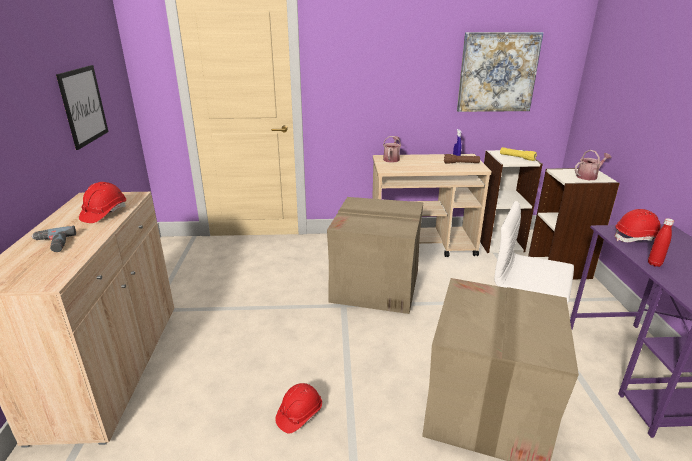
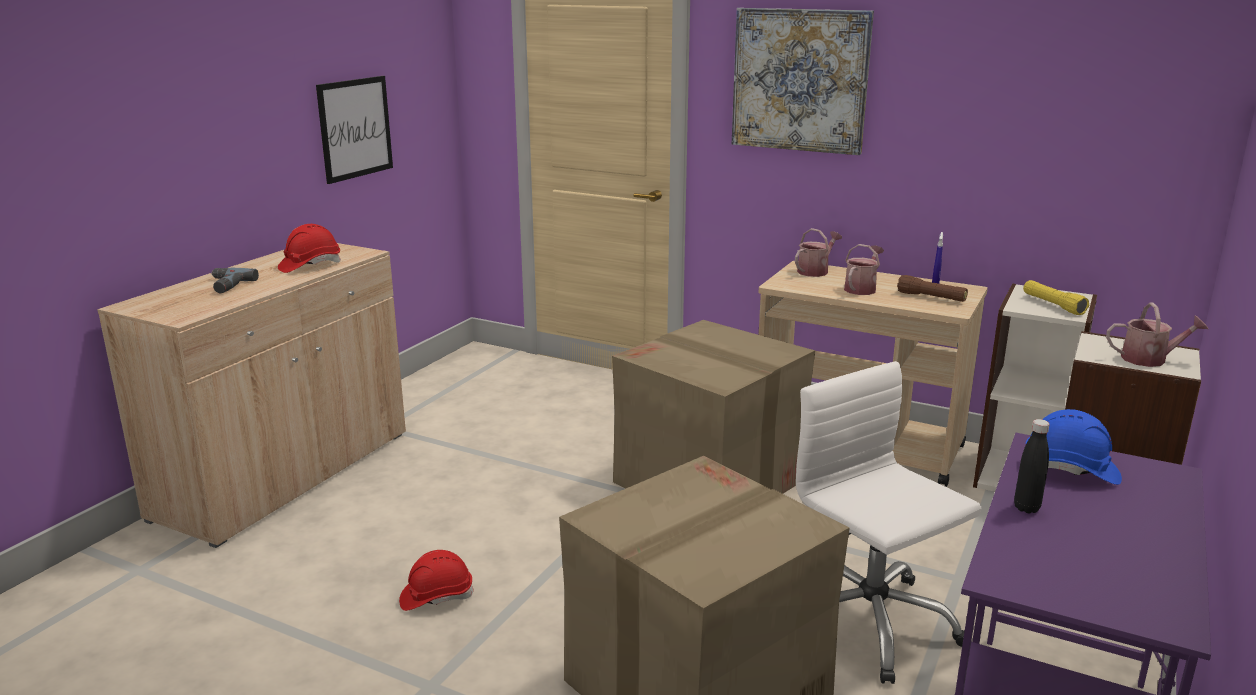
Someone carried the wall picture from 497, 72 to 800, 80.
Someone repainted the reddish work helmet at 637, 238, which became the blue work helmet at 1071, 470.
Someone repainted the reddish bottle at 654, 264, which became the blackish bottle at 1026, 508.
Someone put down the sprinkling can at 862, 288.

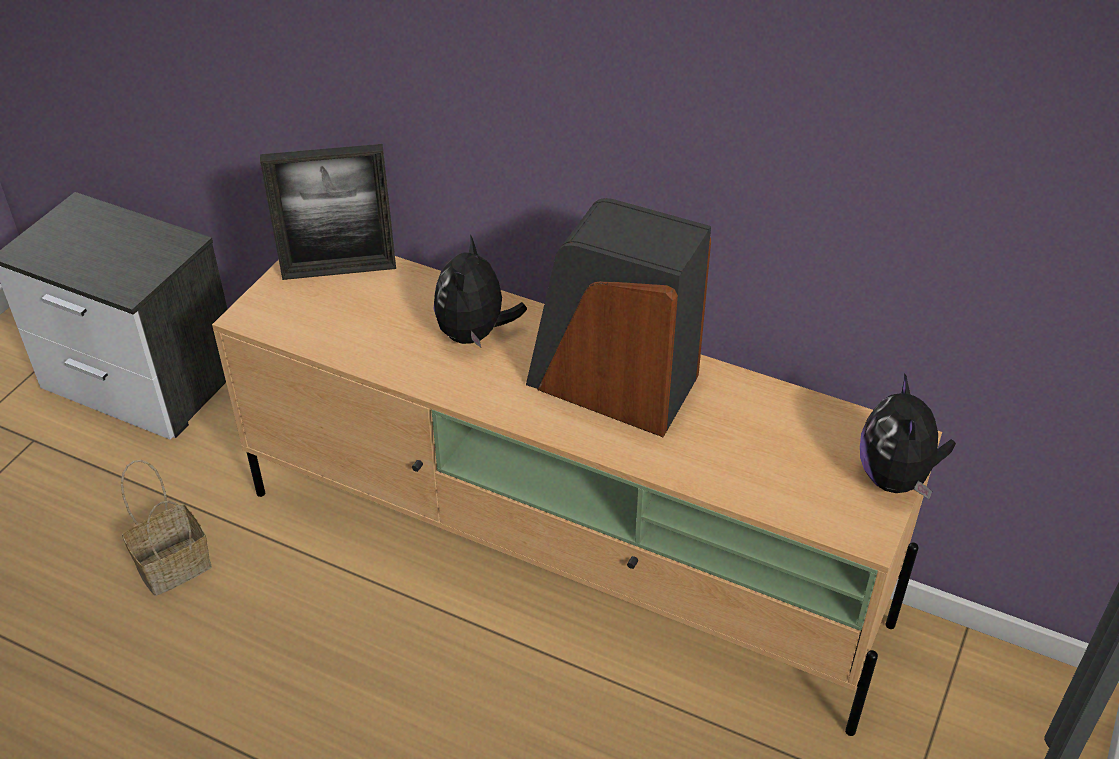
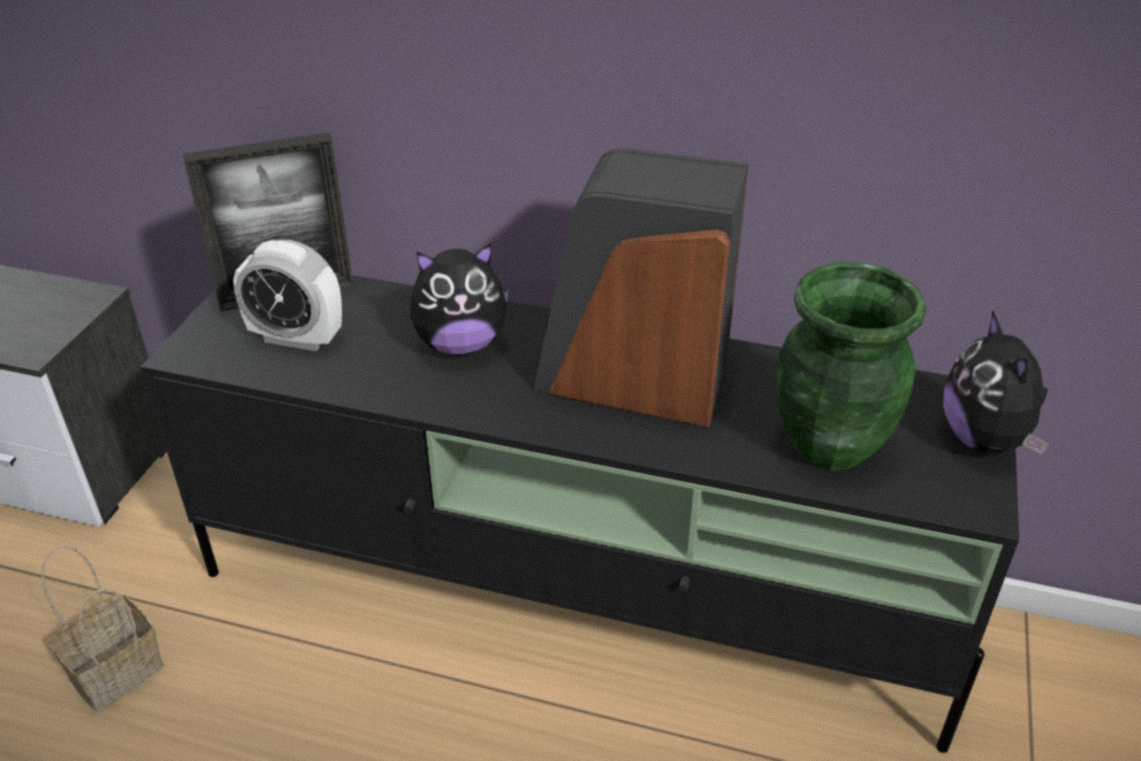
Someone rotated the soft toy at 475, 334 by 105 degrees counterclockwise.
Someone repainted the beige media console at 564, 559, which became the blackish media console at 575, 599.
Someone put down the table clock at 296, 338.
Someone put down the green decorative vase at 829, 444.

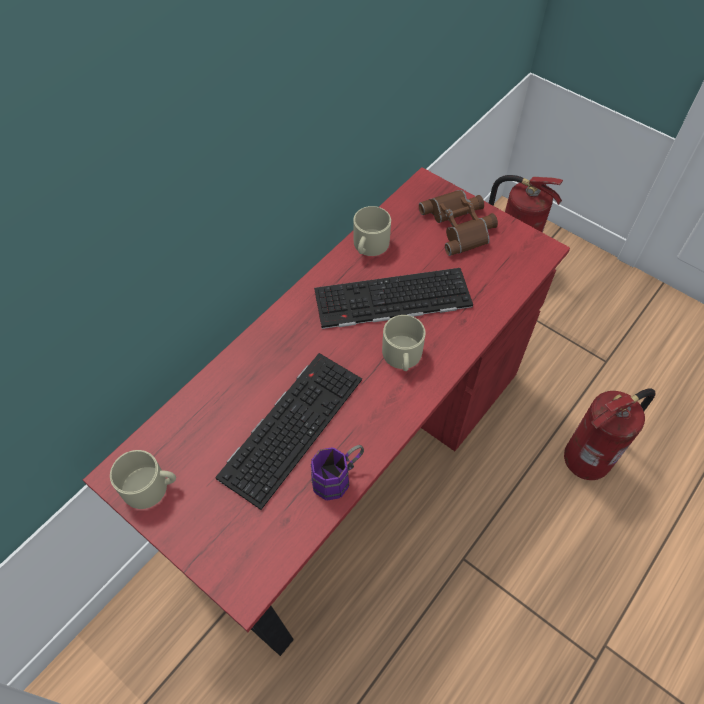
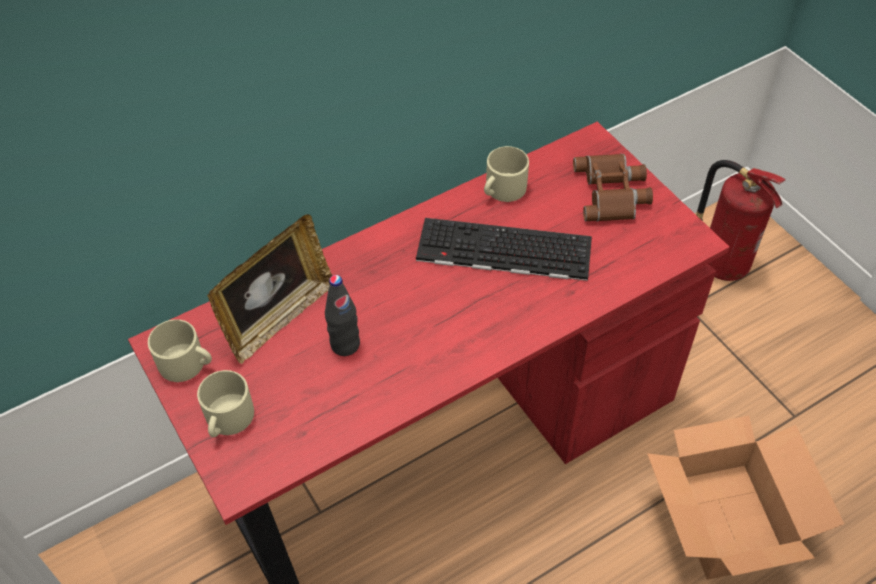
Someone carried the beige coffee mug from 402, 356 to 227, 419.
Someone swapped the PC keyboard at 291, 424 for the blackish bottle at 345, 345.
Someone swapped the extinguisher at 589, 459 for the packing box at 725, 522.
Someone took away the purple-coloured coffee mug at 338, 477.
Someone put down the standing frame at 279, 318.

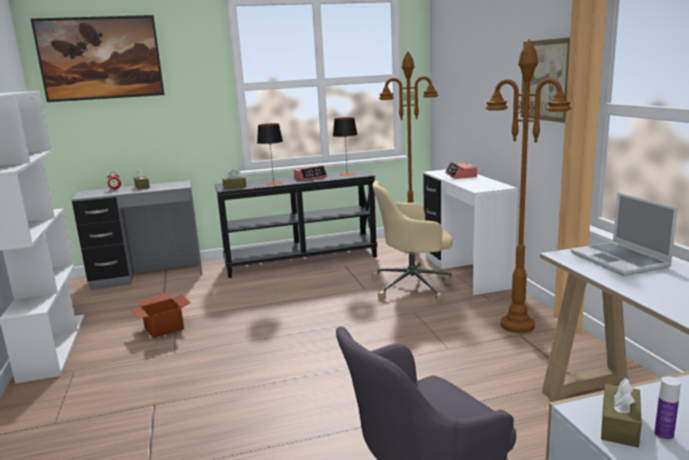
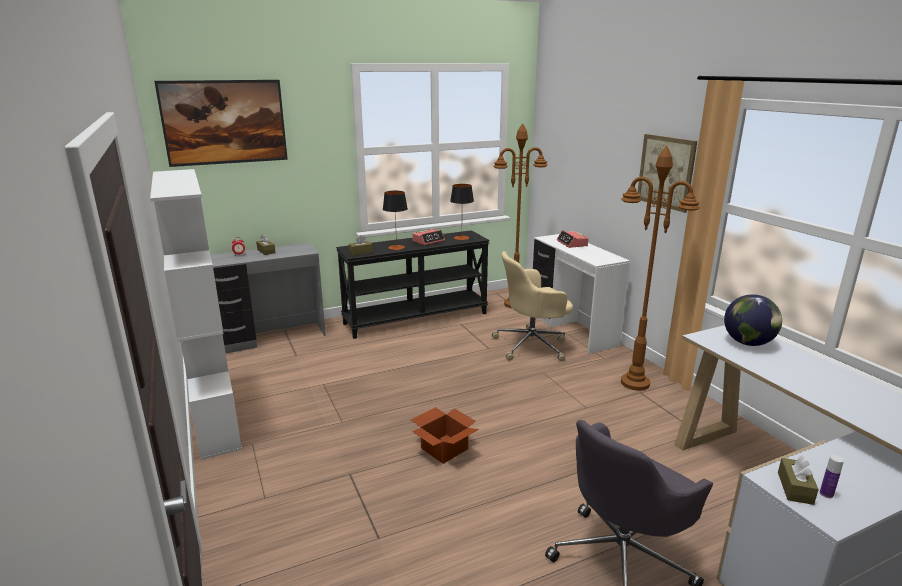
Someone swapped the notebook computer at 620, 260 for the globe at 748, 343.
Someone carried the packing box from 164, 327 to 444, 448.

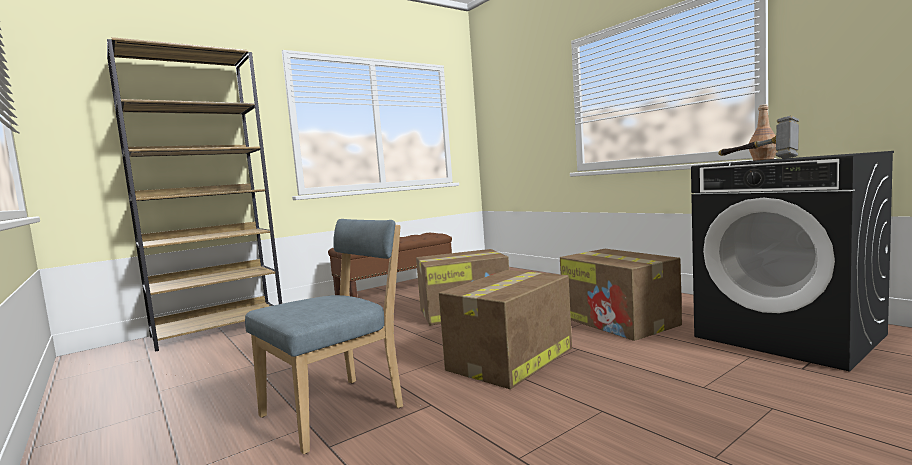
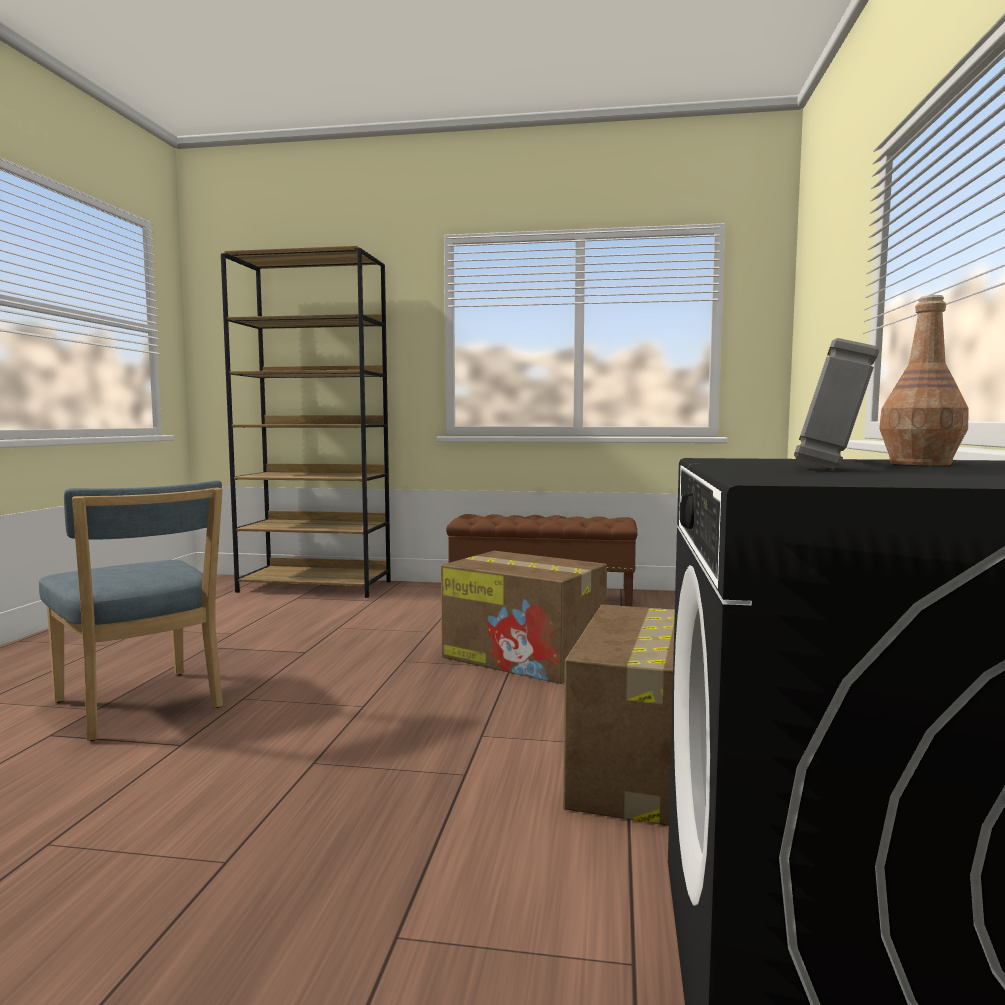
Someone rotated the blue chair at 339, 410 by 45 degrees clockwise.
Someone took away the packing box at 509, 360.

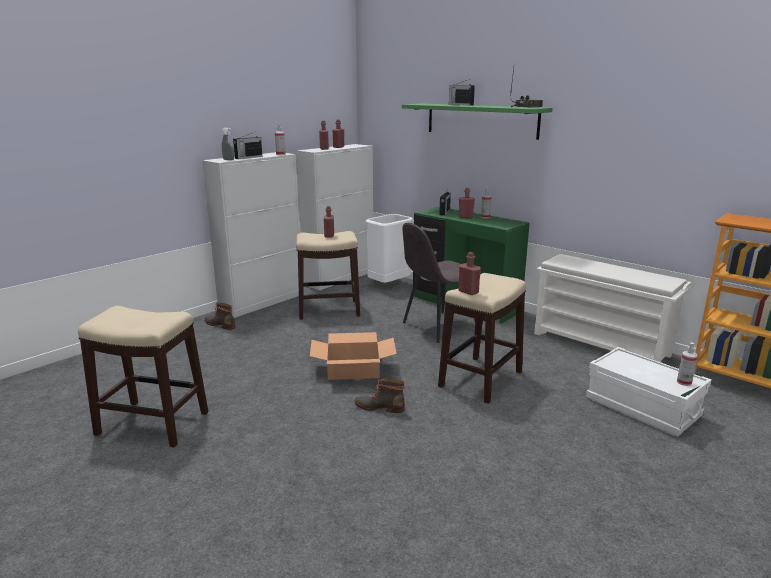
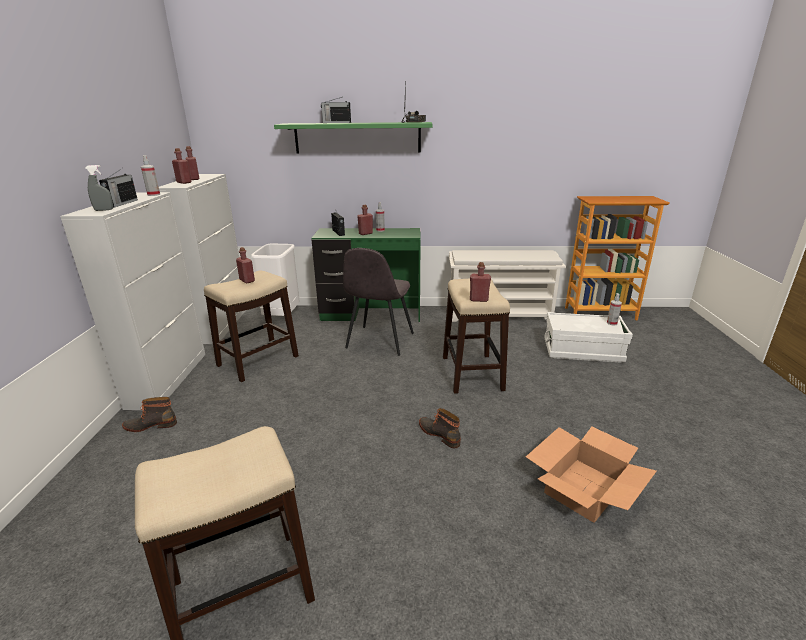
Someone carried the packing box from 353, 369 to 584, 489.
Someone rotated the boot at 379, 407 by 75 degrees clockwise.

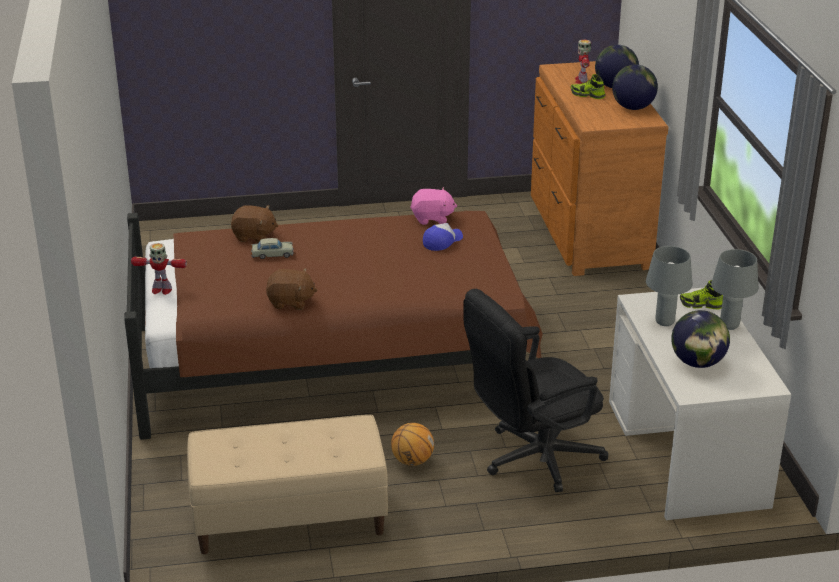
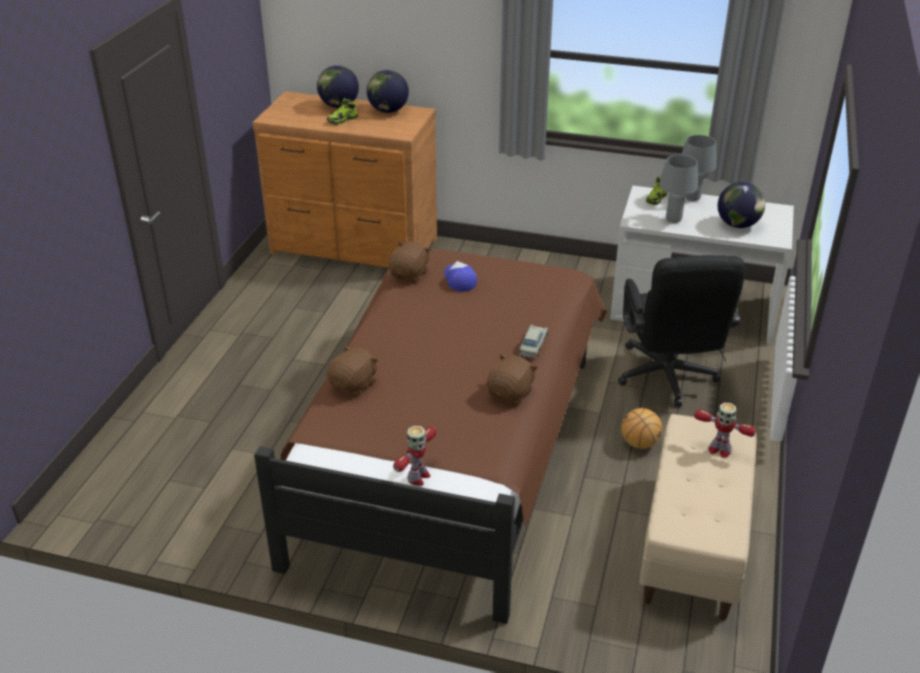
Someone carried the robot figure from 581, 80 to 719, 450.
Someone repainted the pink-coloured soft toy at 432, 218, which became the brownish soft toy at 410, 274.
Someone carried the beige toy car from 272, 254 to 532, 346.

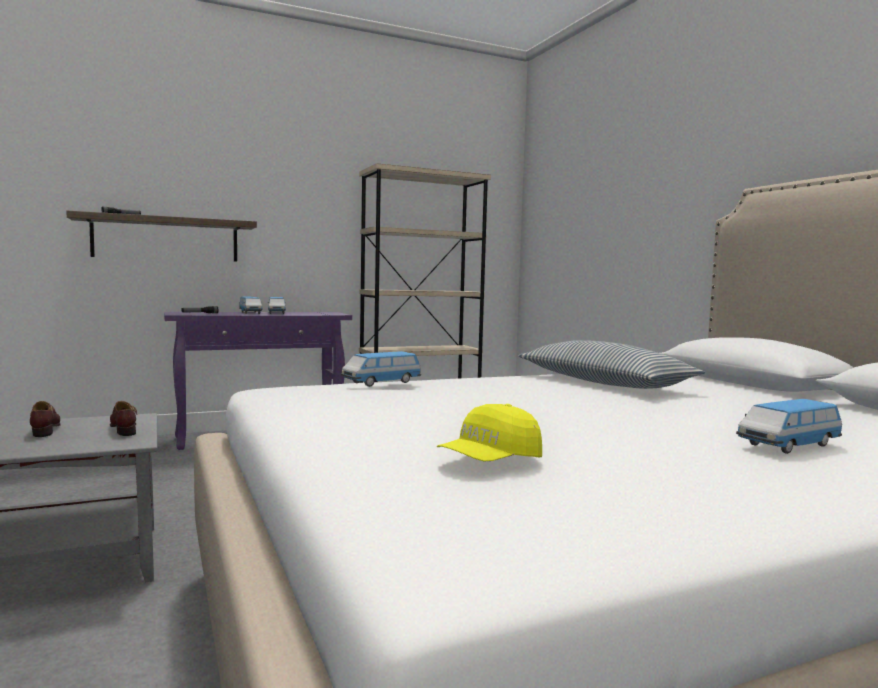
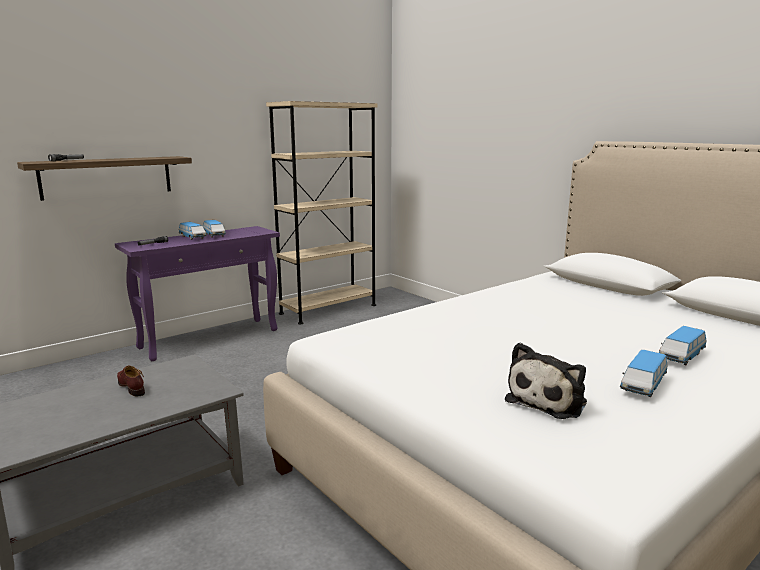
Someone took away the pillow at 604, 383.
Someone carried the toy car from 381, 383 to 643, 386.
Someone took away the brownish low shoe at 124, 428.
Someone swapped the yellow baseball cap at 490, 462 for the soft toy at 549, 400.

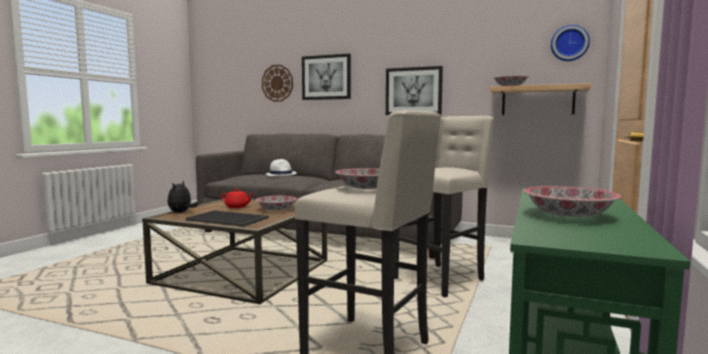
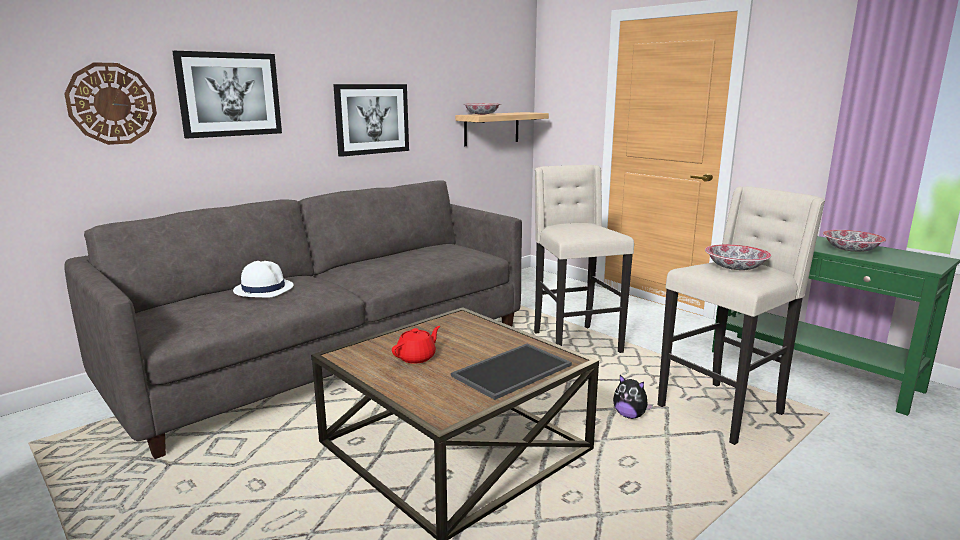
Someone took away the hanging clock at 569, 43.
Someone carried the soft toy from 181, 212 to 630, 415.
Someone took away the serving bowl at 276, 209.

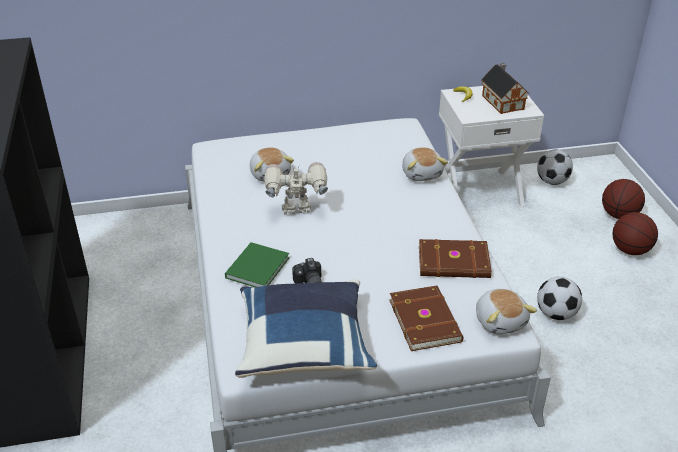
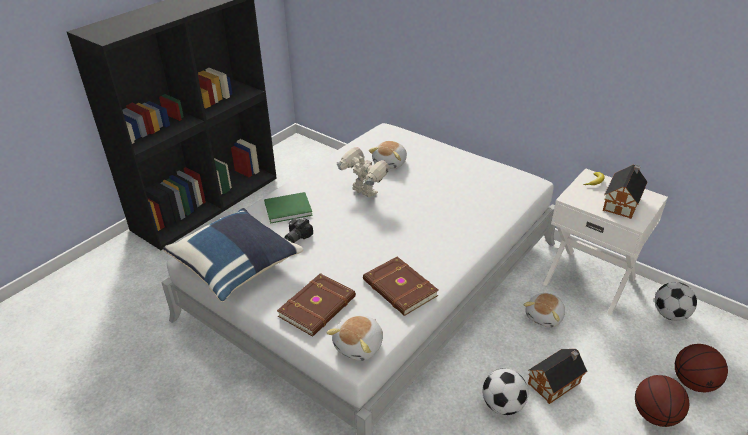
Someone carried the soft toy from 422, 173 to 545, 317.
Someone put down the miniature house at 556, 382.

